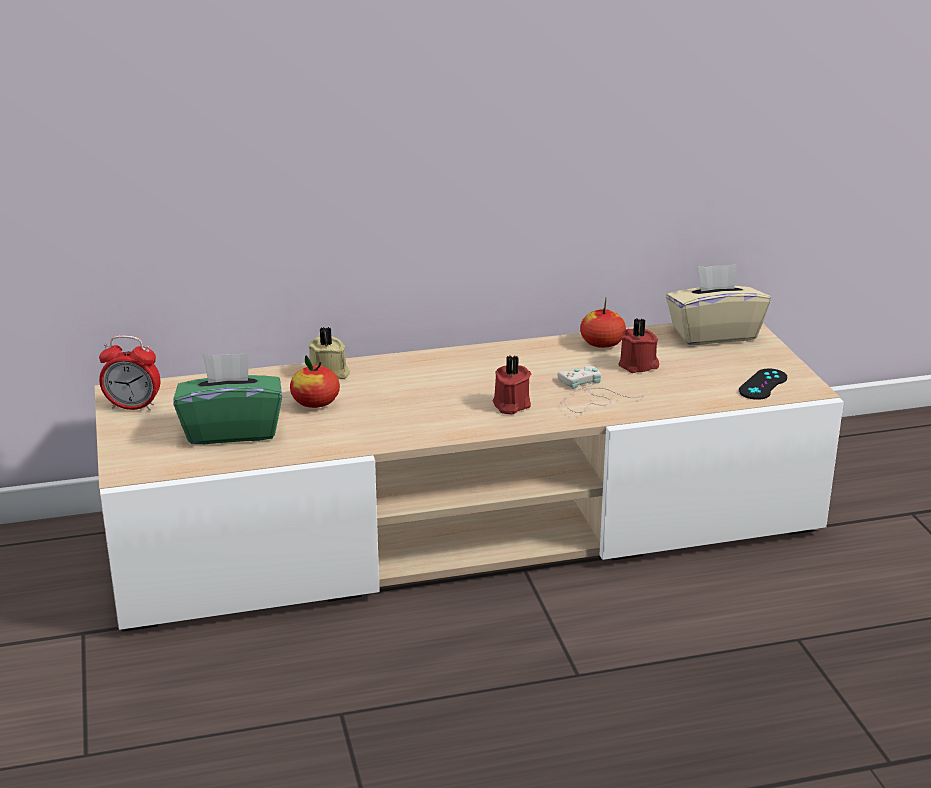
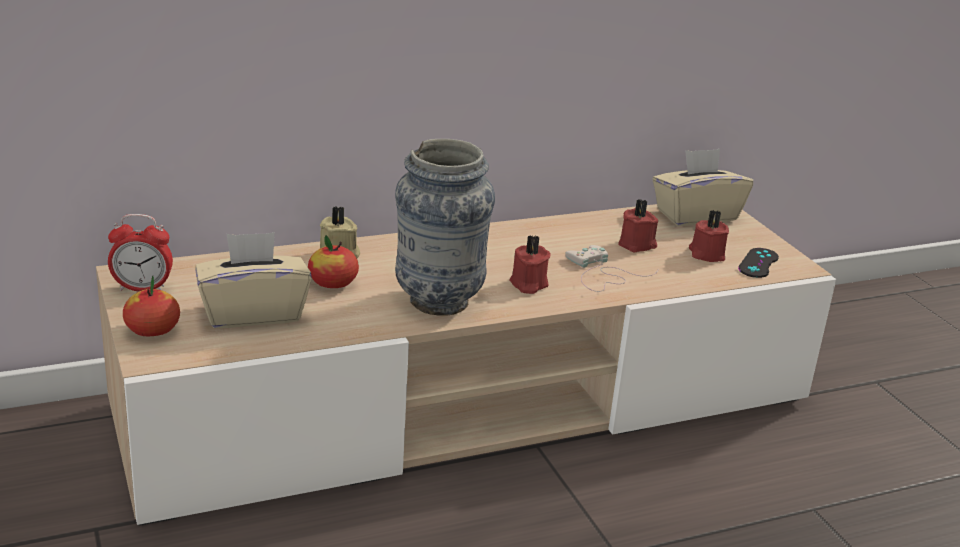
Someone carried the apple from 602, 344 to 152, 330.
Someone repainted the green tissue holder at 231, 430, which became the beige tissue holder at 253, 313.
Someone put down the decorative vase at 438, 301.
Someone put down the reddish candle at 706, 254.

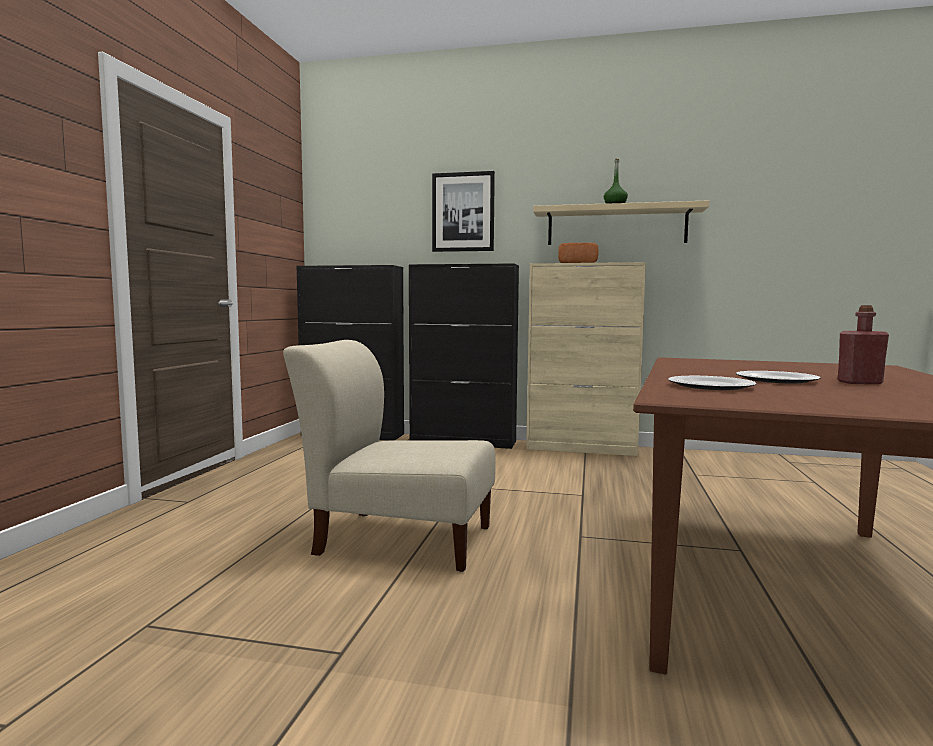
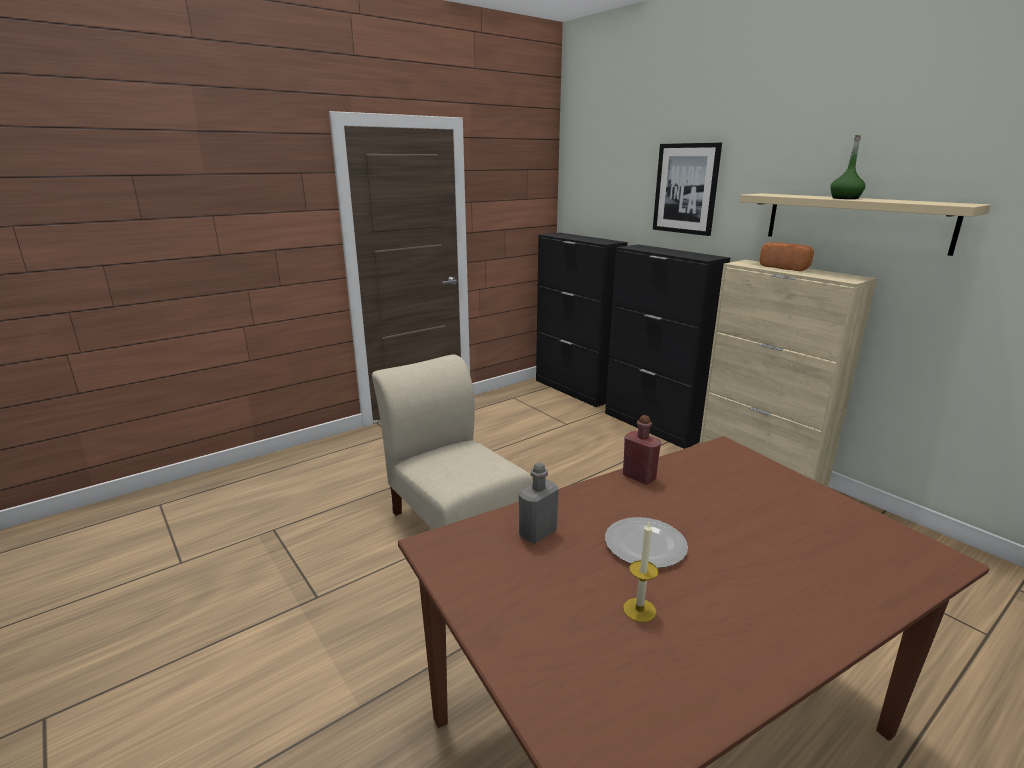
Someone carried the reddish bottle from 859, 382 to 639, 477.
Someone swapped the dinner plate at 710, 386 for the grey bottle at 537, 533.
Someone put down the candle at 639, 610.

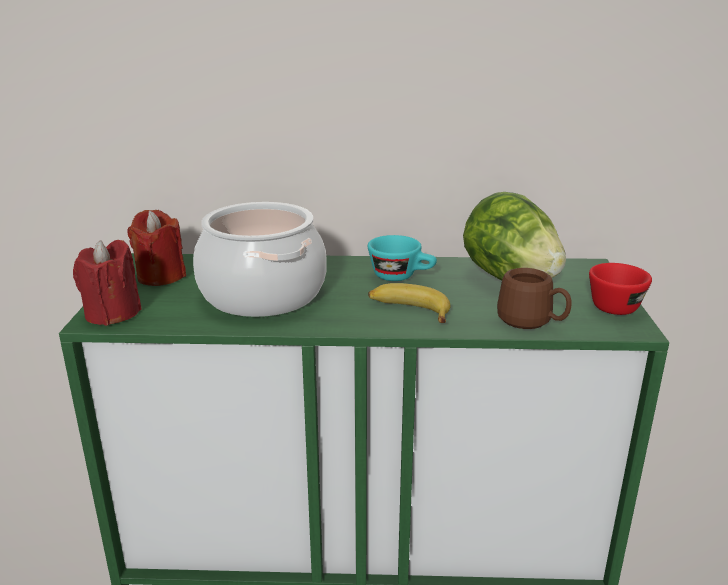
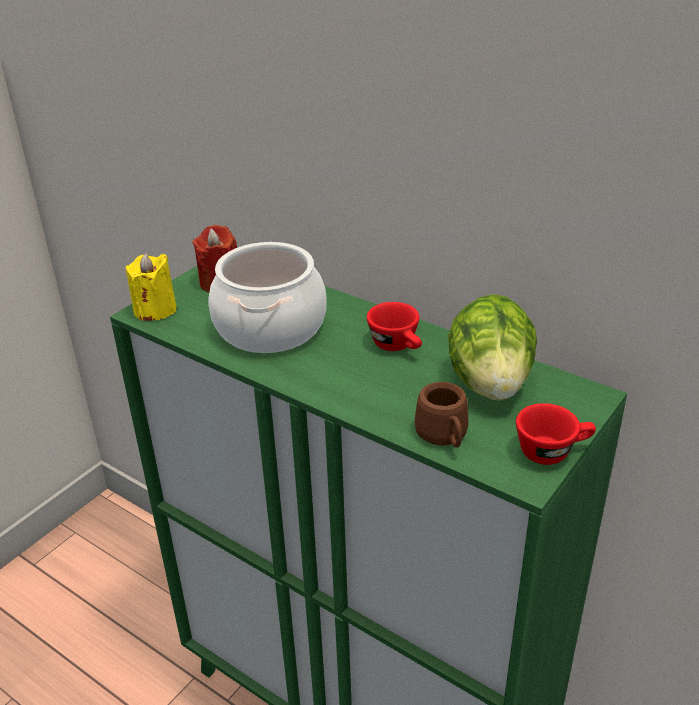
Someone repainted the turquoise cup at 401, 276, which became the reddish cup at 398, 346.
Someone repainted the reddish candle at 112, 313, which became the yellow candle at 155, 310.
Someone took away the banana fruit at 409, 310.

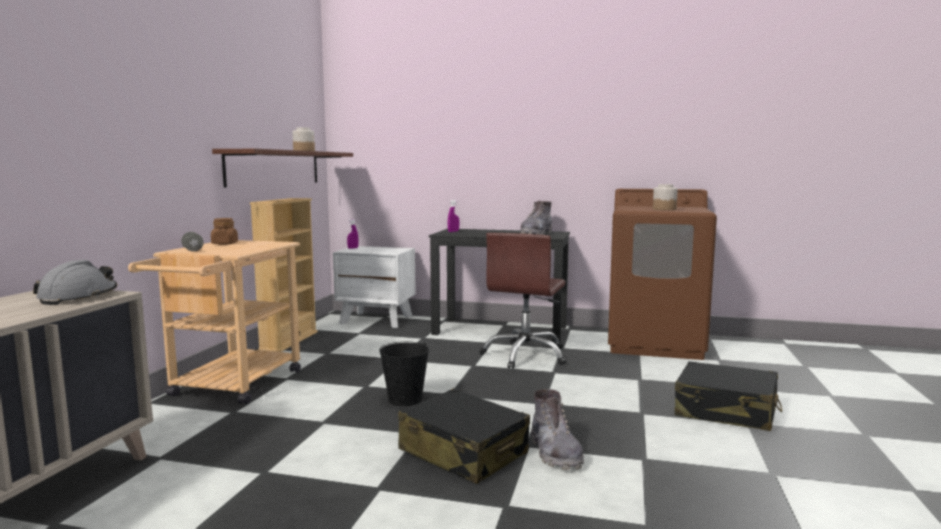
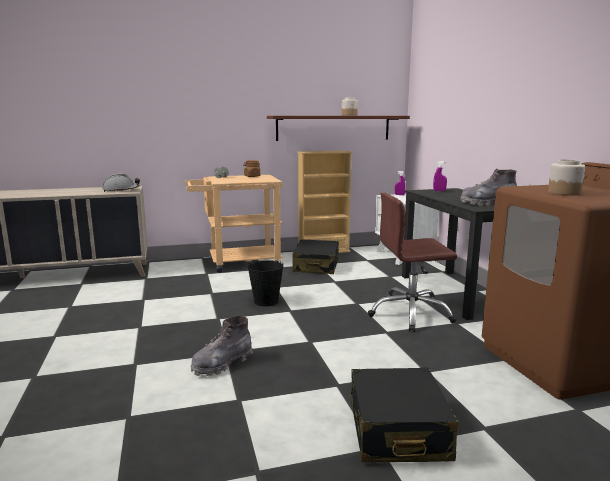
Someone carried the blackish piece of luggage from 463, 452 to 316, 266.

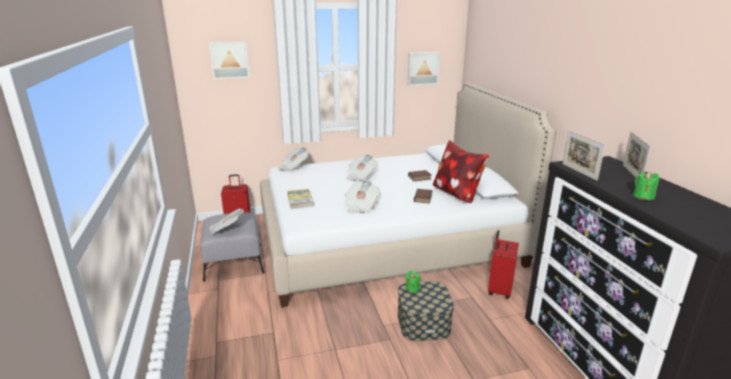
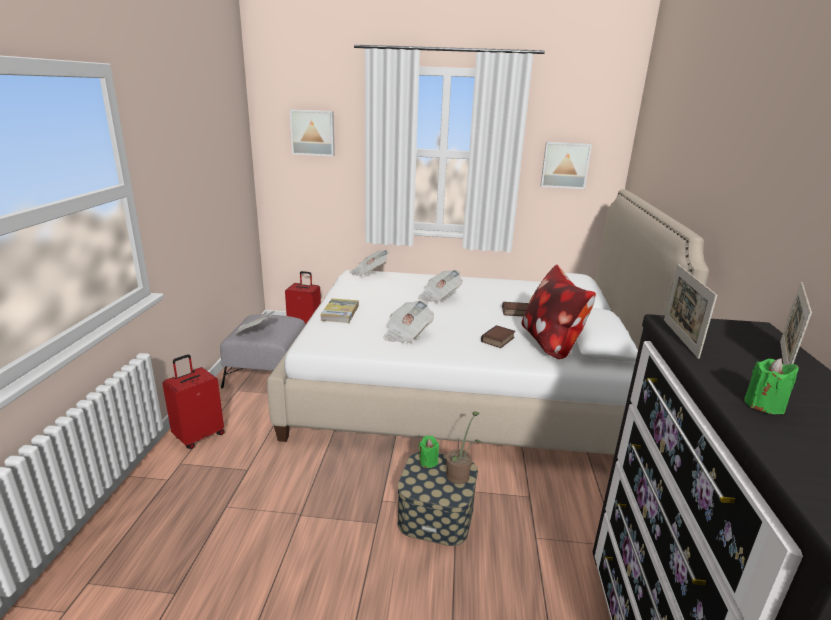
Someone carried the reddish piece of luggage from 499, 290 to 199, 436.
Someone put down the potted plant at 460, 474.

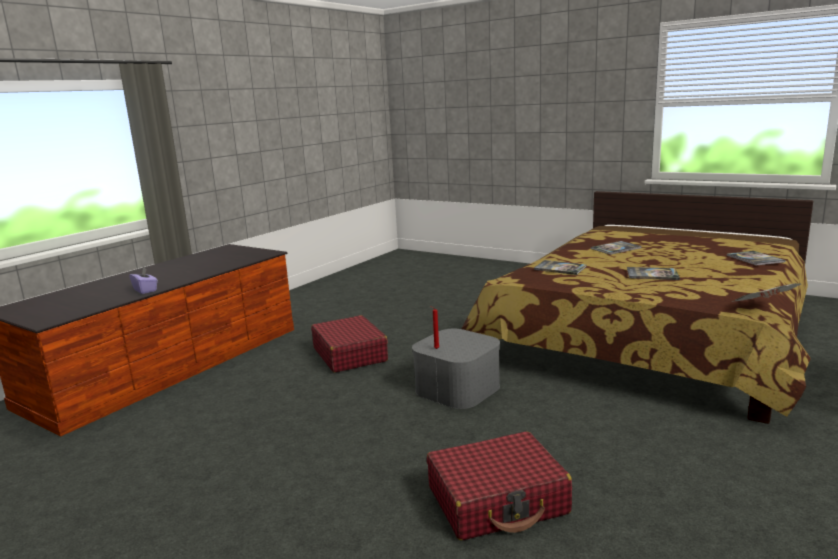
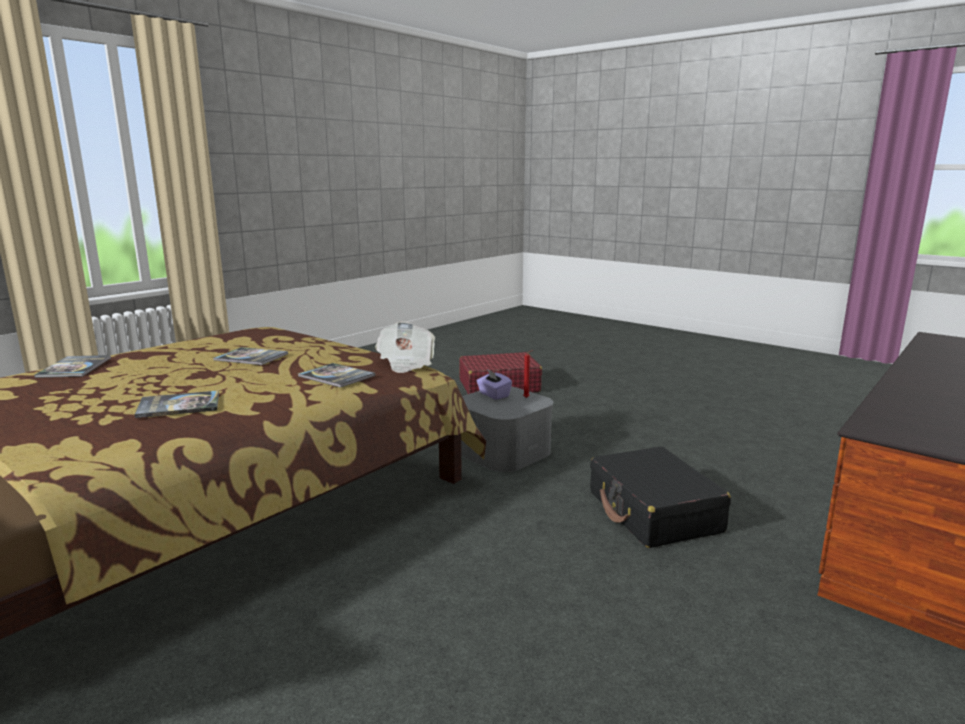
Someone carried the purple-coloured tissue holder from 145, 290 to 493, 395.
Someone carried the daily paper from 763, 308 to 406, 363.
Someone repainted the reddish piece of luggage at 350, 354, which became the blackish piece of luggage at 653, 512.

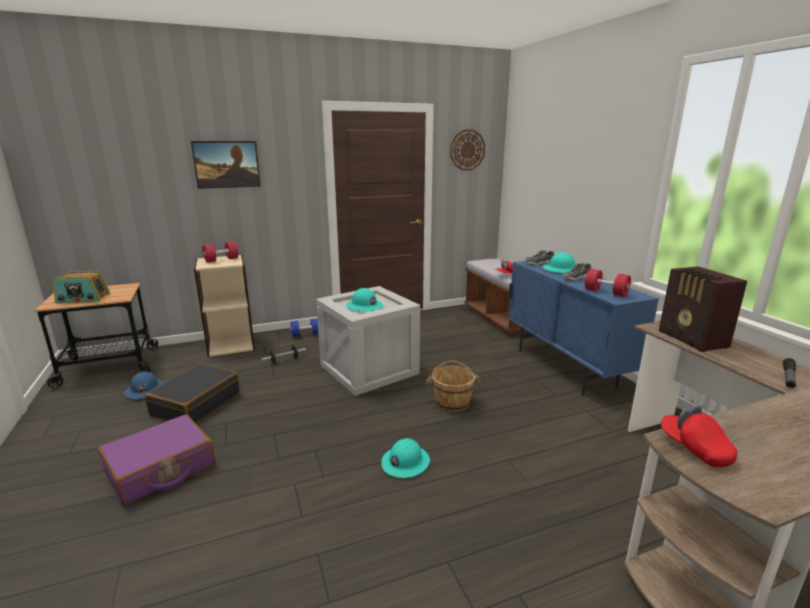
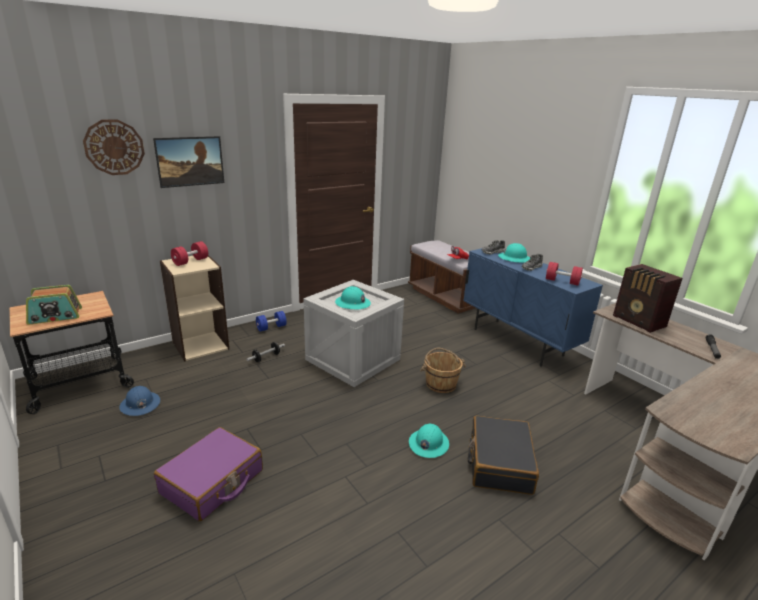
Someone carried the hanging clock from 467, 150 to 114, 147.
Someone carried the blackish piece of luggage from 196, 404 to 499, 463.
Someone took away the reddish baseball cap at 694, 449.

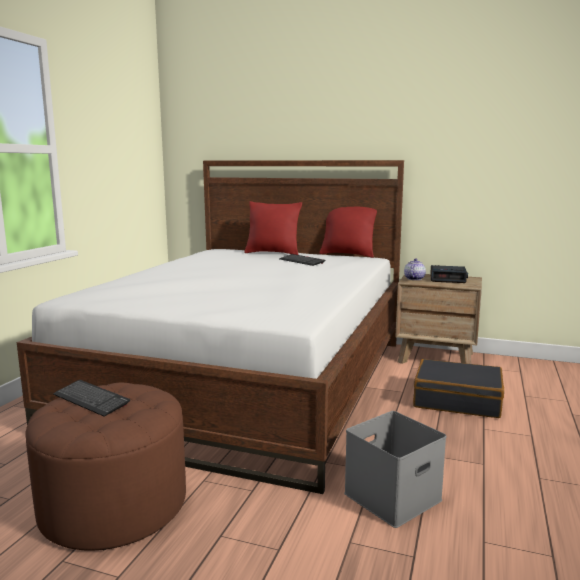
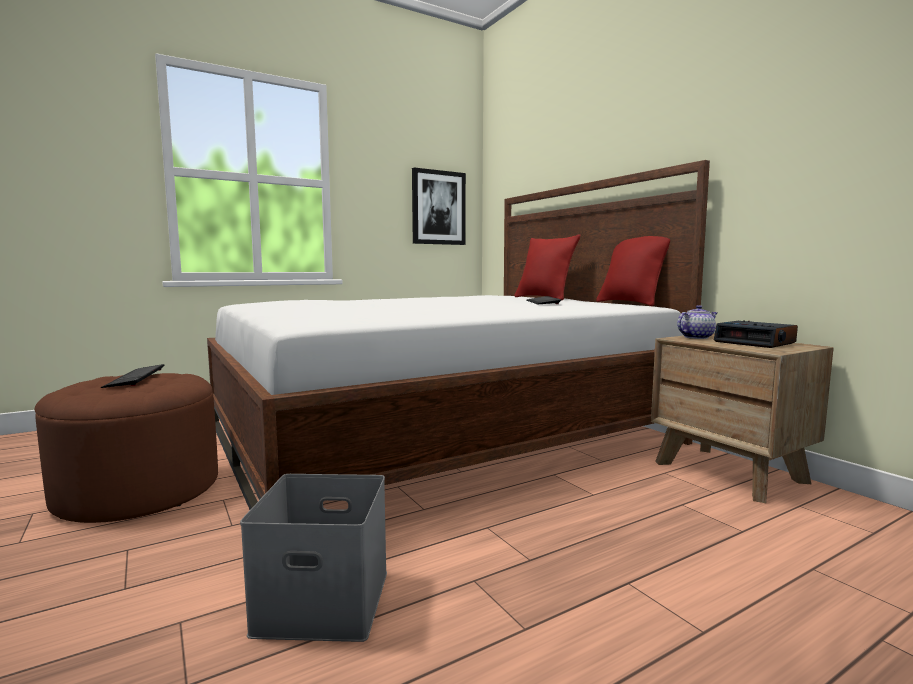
Someone took away the blackish piece of luggage at 457, 400.
Someone put up the wall picture at 438, 208.

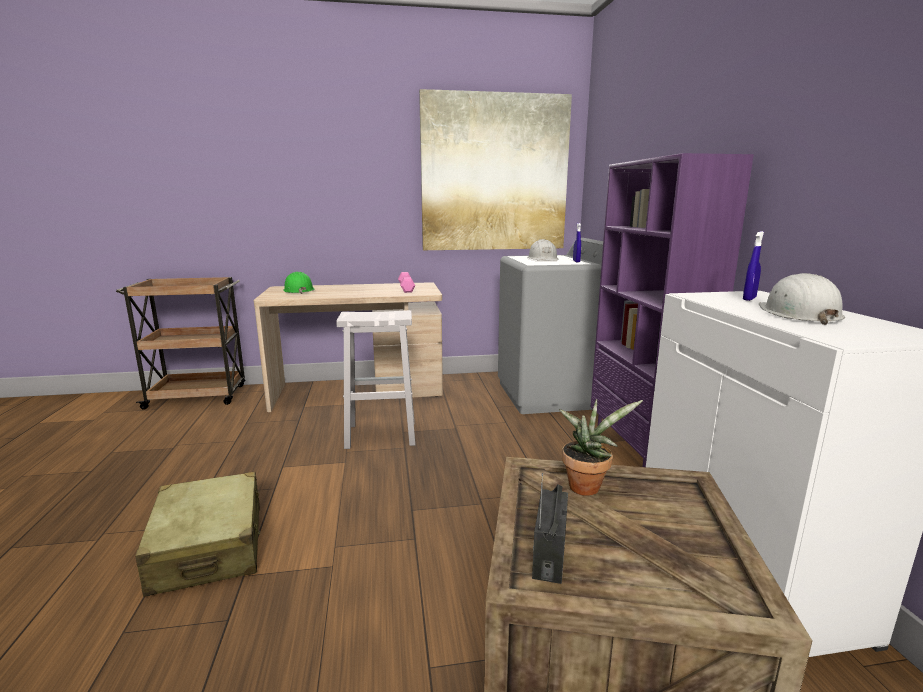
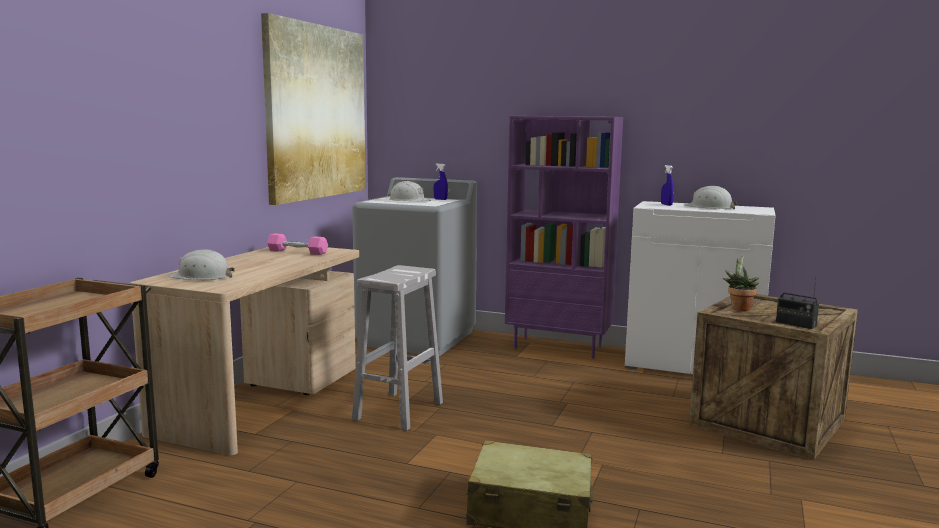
Someone repainted the green work helmet at 298, 290, which became the white-coloured work helmet at 201, 276.

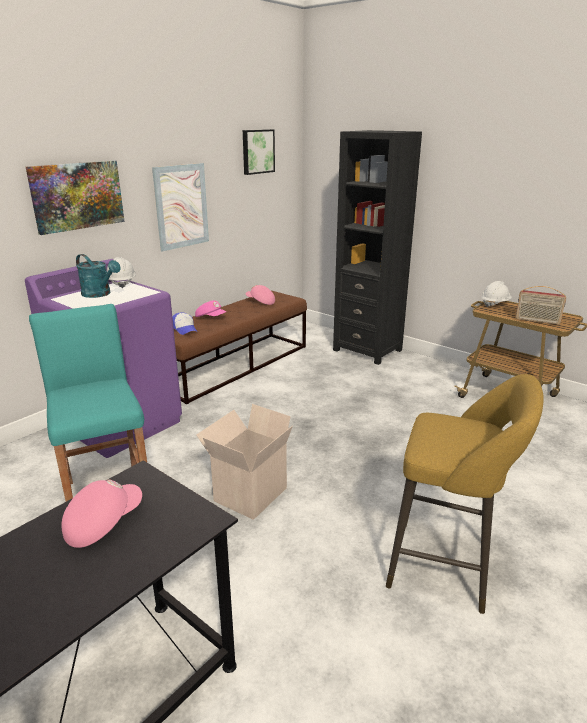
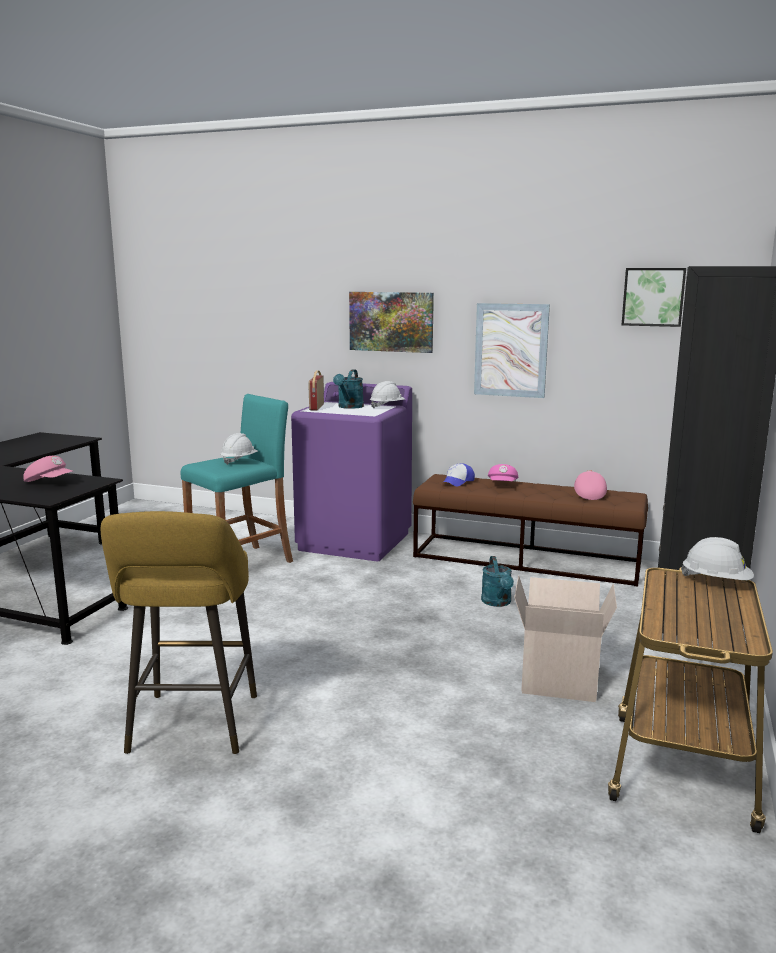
Someone carried the radio receiver from 537, 321 to 316, 407.
Someone carried the packing box from 249, 493 to 560, 680.
Someone put down the white-coloured work helmet at 239, 460.
Someone put down the turquoise sprinkling can at 497, 603.

